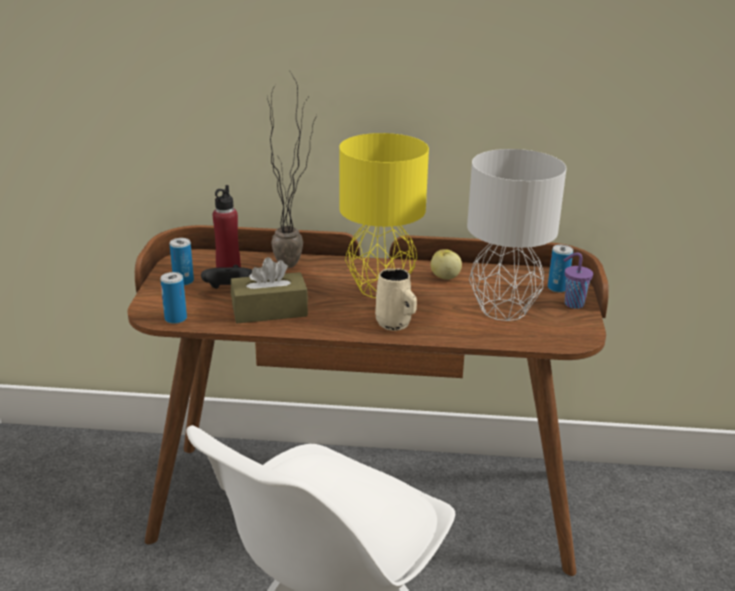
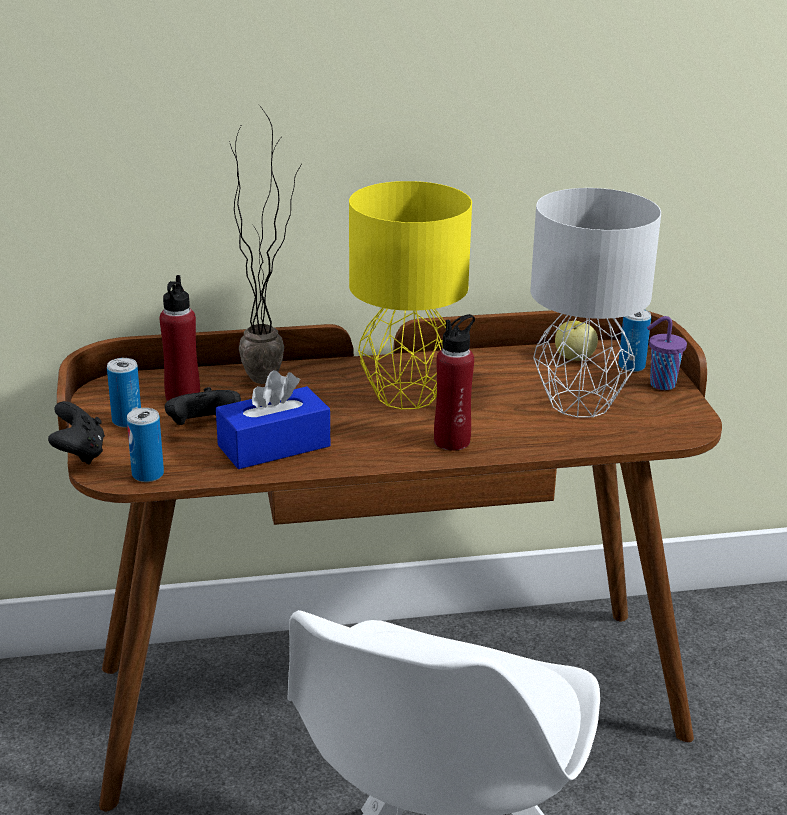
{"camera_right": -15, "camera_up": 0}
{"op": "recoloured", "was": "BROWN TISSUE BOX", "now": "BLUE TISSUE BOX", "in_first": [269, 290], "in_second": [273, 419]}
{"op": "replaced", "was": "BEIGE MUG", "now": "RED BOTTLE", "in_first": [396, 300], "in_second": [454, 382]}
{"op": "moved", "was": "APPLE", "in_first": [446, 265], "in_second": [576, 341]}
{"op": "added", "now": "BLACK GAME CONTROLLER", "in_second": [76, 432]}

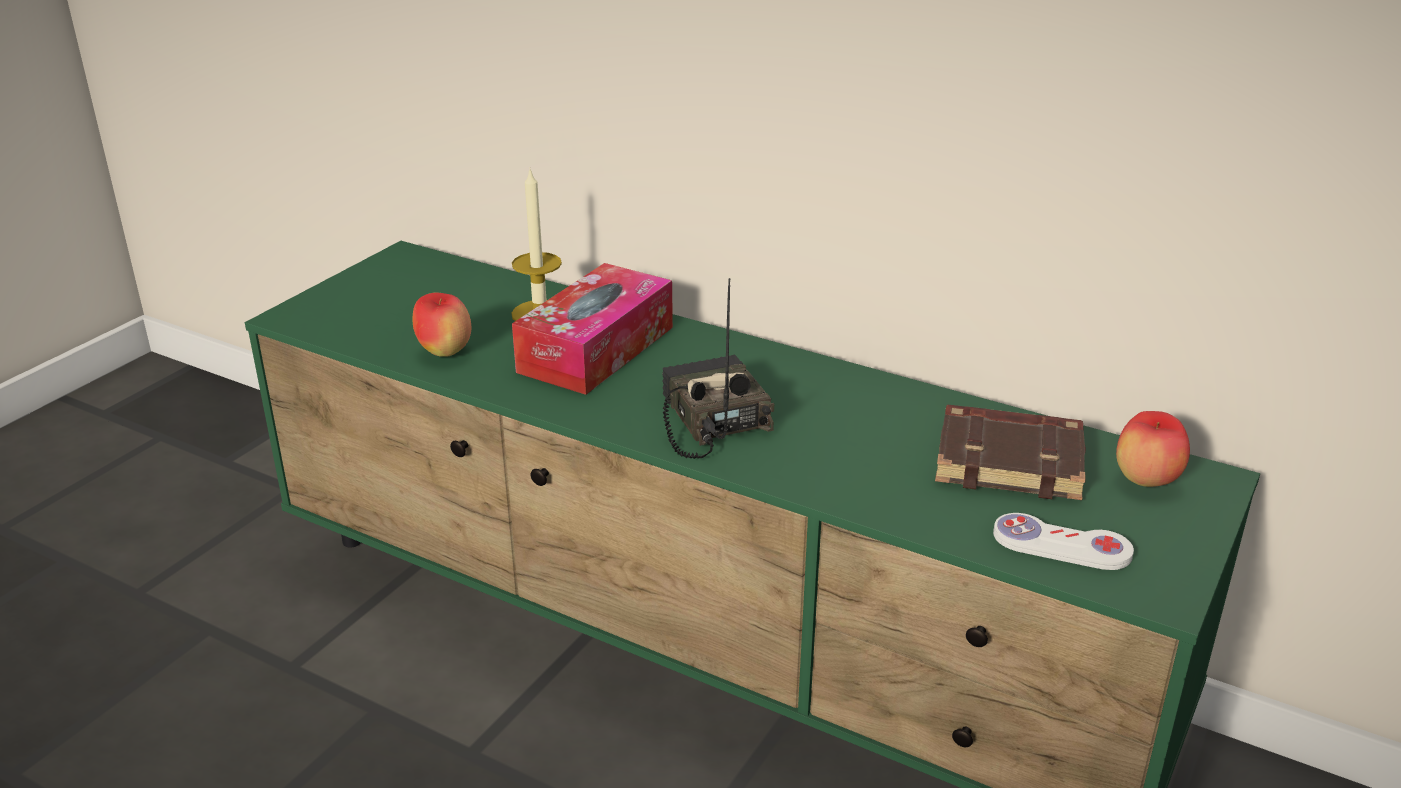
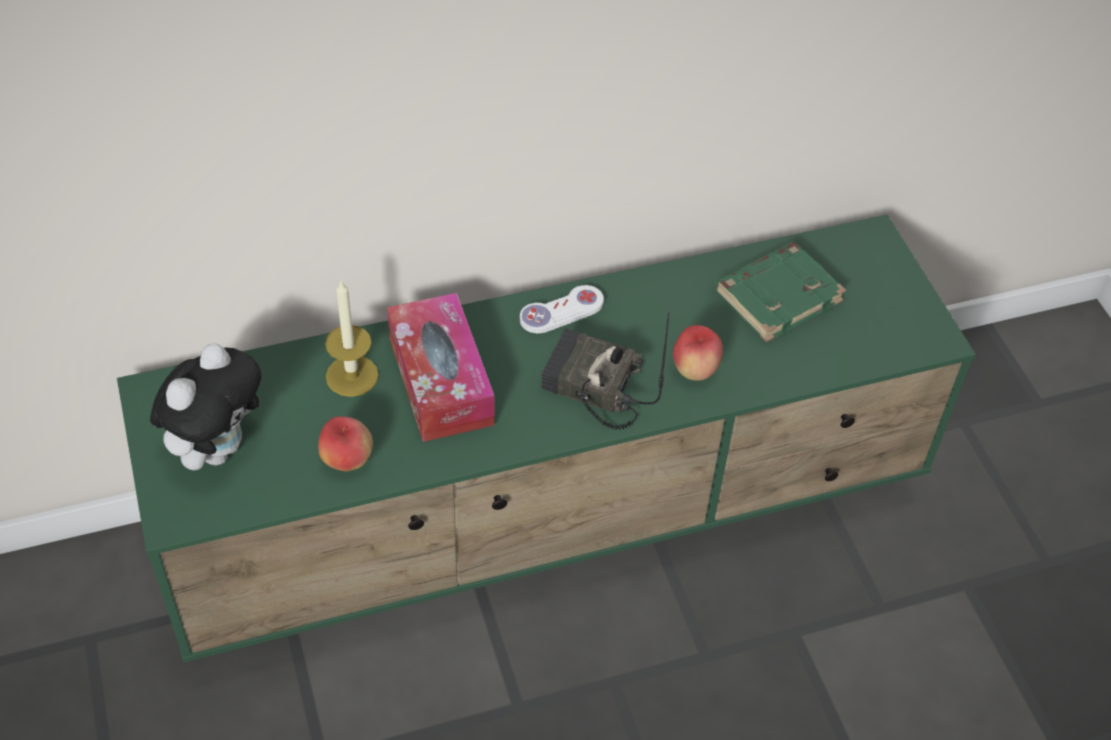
{"camera_right": -50, "camera_up": 20}
{"op": "recoloured", "was": "BROWN BOOK", "now": "GREEN BOOK", "in_first": [1010, 452], "in_second": [780, 292]}
{"op": "moved", "was": "WHITE GAME CONTROLLER", "in_first": [1063, 541], "in_second": [562, 309]}
{"op": "moved", "was": "APPLE", "in_first": [1153, 449], "in_second": [698, 353]}
{"op": "added", "now": "PLUSH TOY", "in_second": [205, 406]}

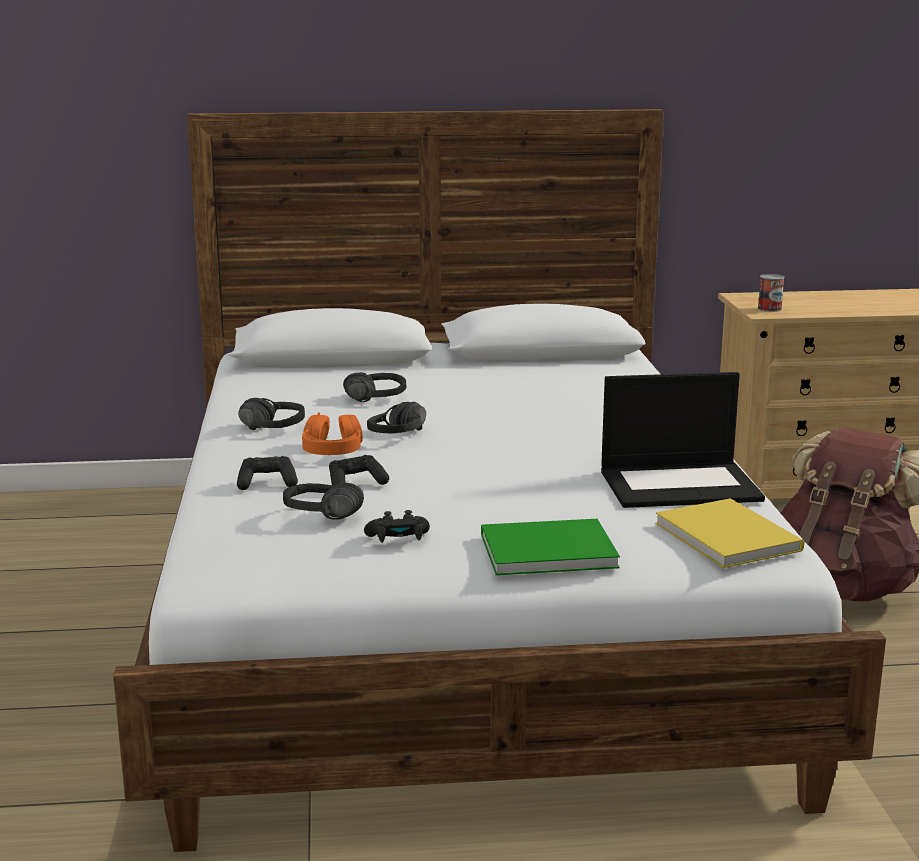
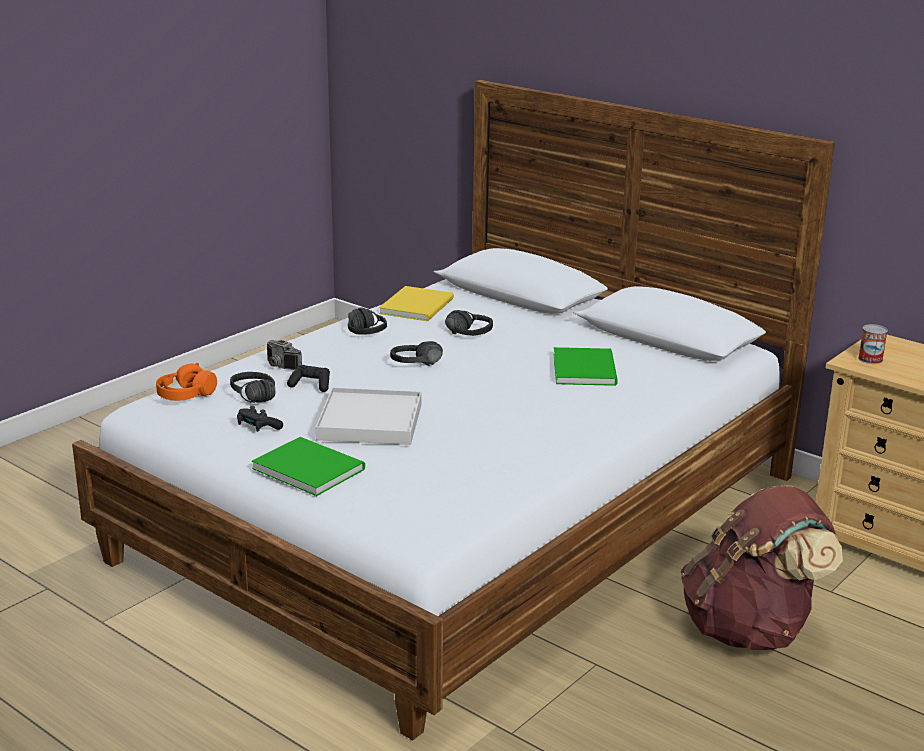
{"camera_right": 45, "camera_up": 5}
{"op": "replaced", "was": "BLACK GAME CONTROLLER", "now": "PHOTO CAMERA", "in_first": [267, 473], "in_second": [284, 355]}
{"op": "moved", "was": "ORANGE HEADPHONES", "in_first": [332, 433], "in_second": [186, 382]}
{"op": "removed", "was": "LAPTOP", "in_first": [683, 440]}
{"op": "moved", "was": "YELLOW BOOK", "in_first": [729, 533], "in_second": [416, 303]}
{"op": "added", "now": "WHITE TRAY", "in_second": [369, 416]}
{"op": "added", "now": "GREEN BOOK", "in_second": [586, 366]}

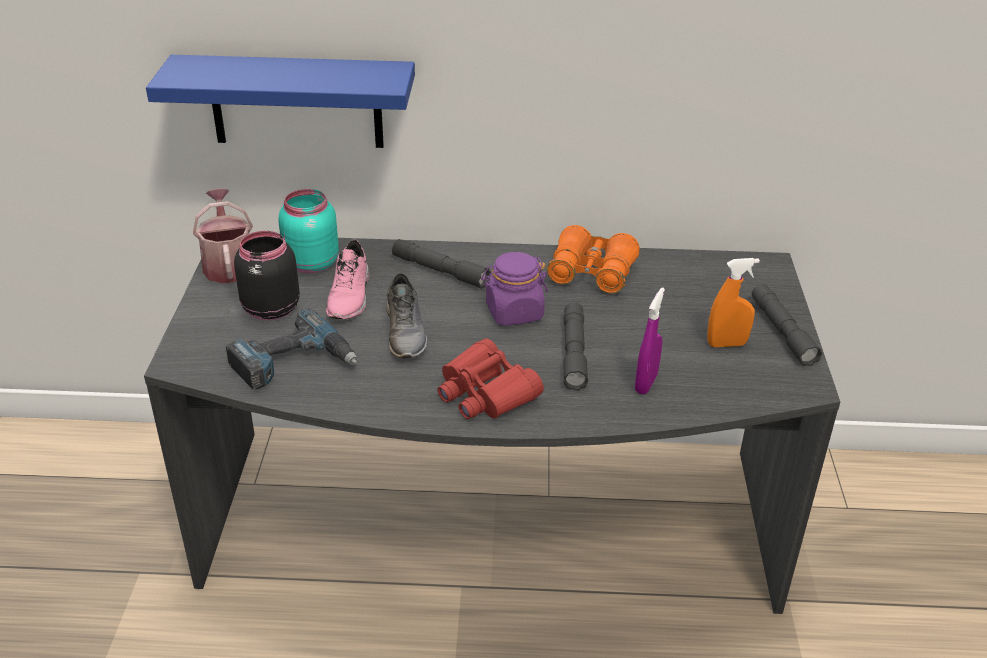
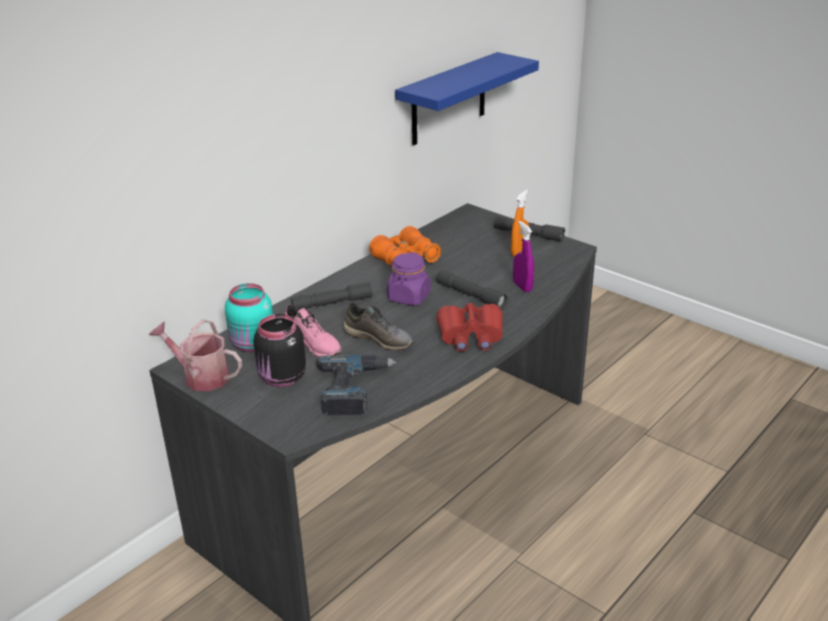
{"camera_right": -50, "camera_up": -5}
{"op": "moved", "was": "BLUE SHELF", "in_first": [280, 101], "in_second": [467, 98]}

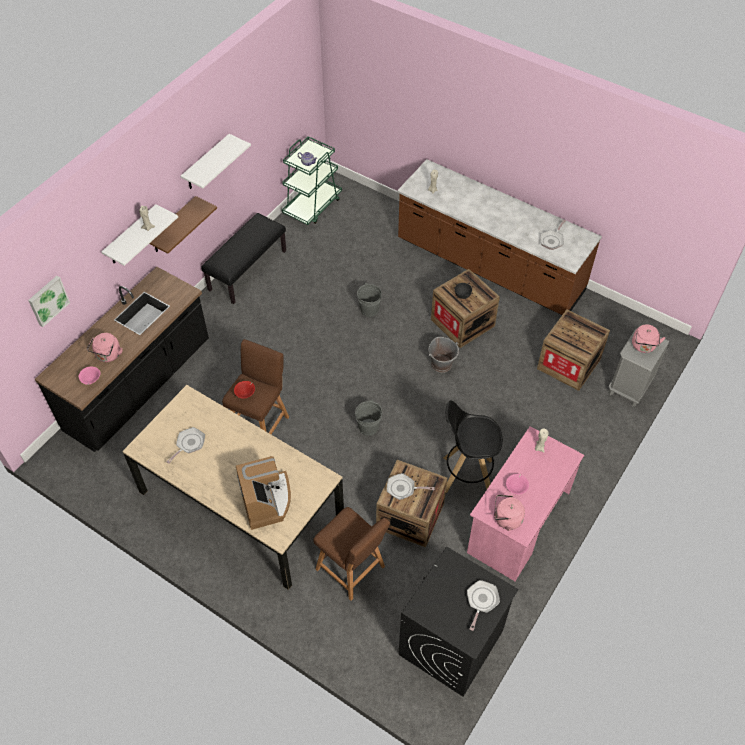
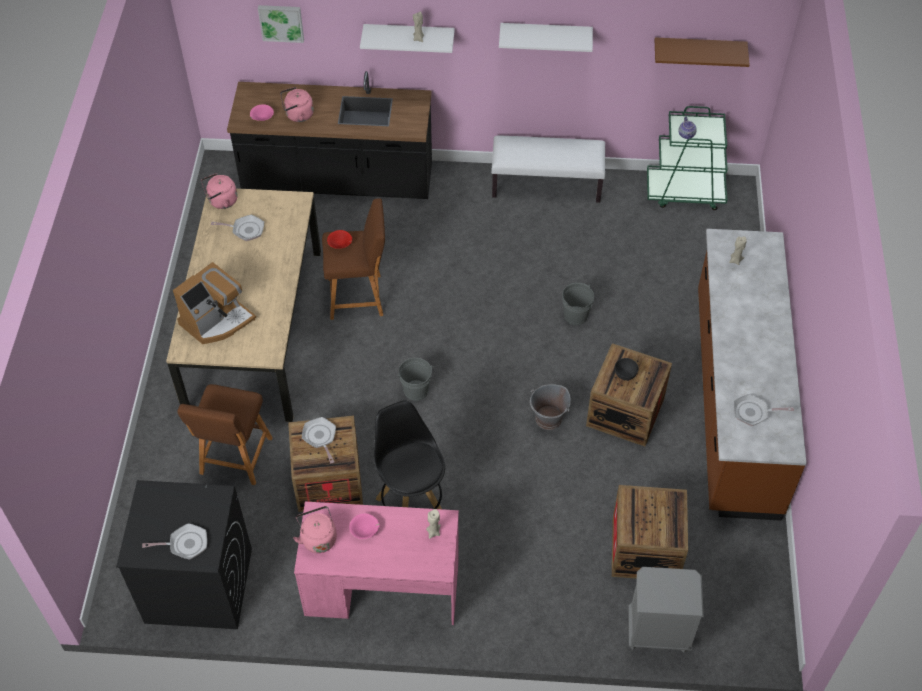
{"camera_right": 60, "camera_up": 0}
{"op": "moved", "was": "BROWN SHELF", "in_first": [183, 225], "in_second": [702, 52]}
{"op": "recoloured", "was": "BLACK BENCH", "now": "WHITE BENCH", "in_first": [243, 258], "in_second": [548, 169]}
{"op": "moved", "was": "PINK KETTLE", "in_first": [648, 338], "in_second": [219, 191]}

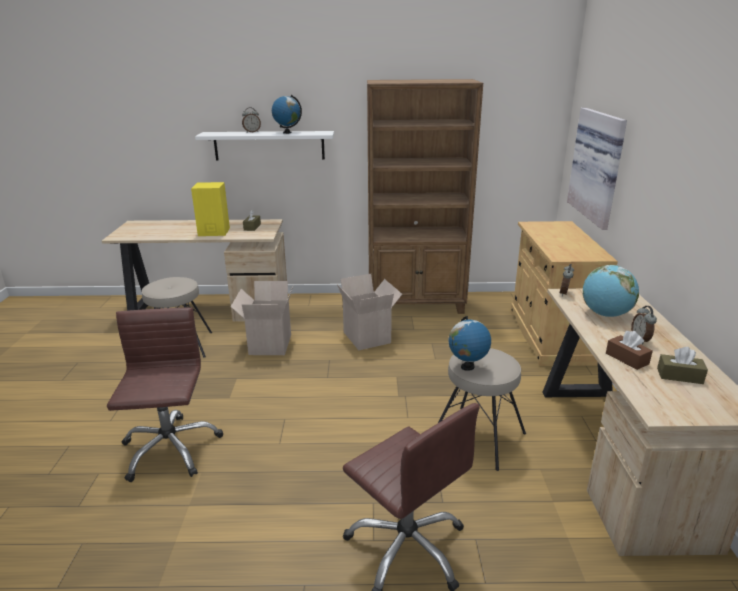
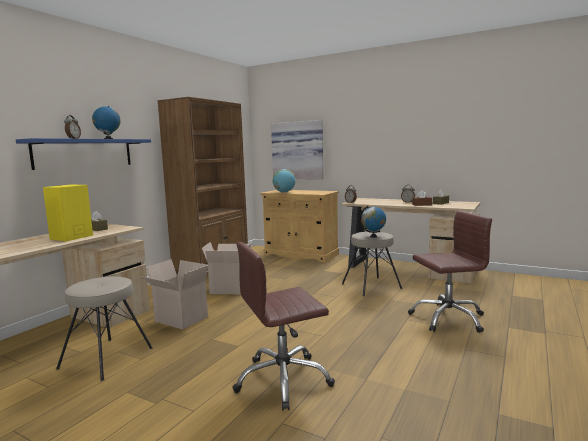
{"camera_right": -60, "camera_up": -15}
{"op": "turned", "was": "BROWN OFFICE CHAIR", "in_first": [165, 394], "in_second": [283, 326], "clockwise": -45}
{"op": "recoloured", "was": "WHITE SHELF", "now": "BLUE SHELF", "in_first": [264, 146], "in_second": [83, 154]}
{"op": "moved", "was": "GLOBE", "in_first": [610, 291], "in_second": [283, 181]}

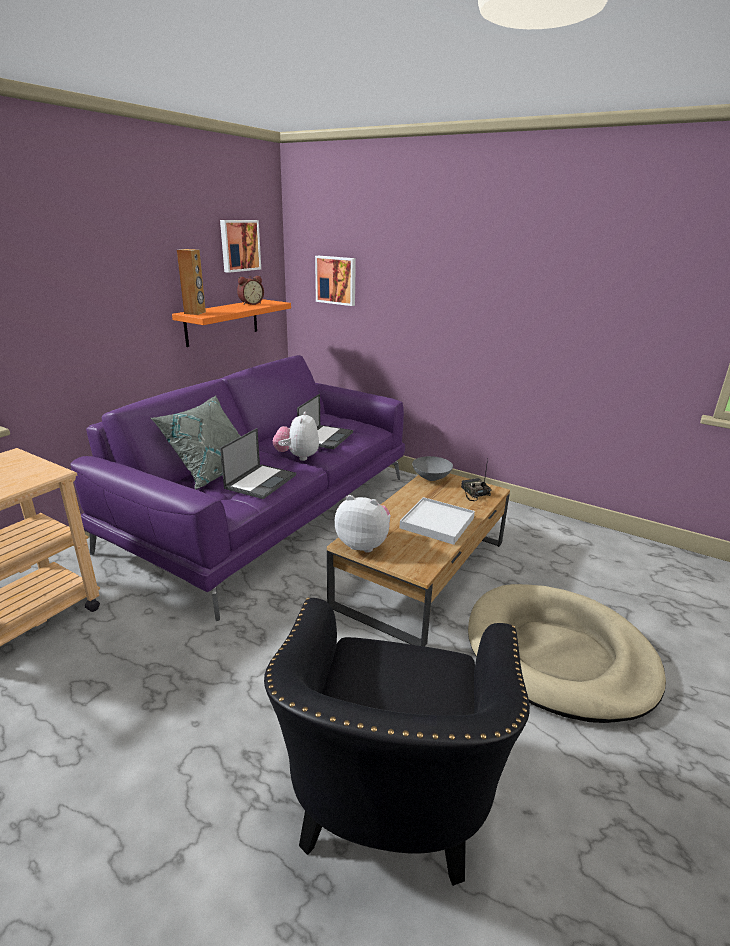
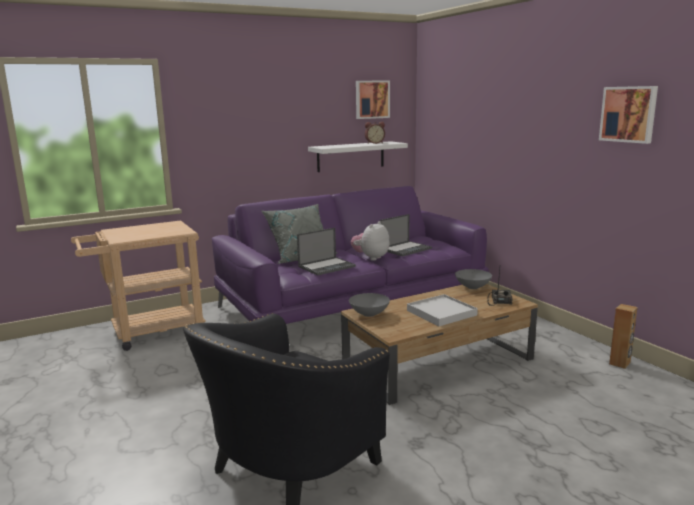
{"camera_right": 30, "camera_up": -10}
{"op": "recoloured", "was": "ORANGE SHELF", "now": "WHITE SHELF", "in_first": [231, 323], "in_second": [358, 156]}
{"op": "moved", "was": "BROWN SPEAKER", "in_first": [191, 282], "in_second": [623, 336]}
{"op": "moved", "was": "PICTURE", "in_first": [335, 281], "in_second": [628, 115]}
{"op": "replaced", "was": "PLUSH TOY", "now": "GREY BOWL", "in_first": [363, 524], "in_second": [369, 305]}
{"op": "removed", "was": "BEIGE DOG BED", "in_first": [567, 653]}

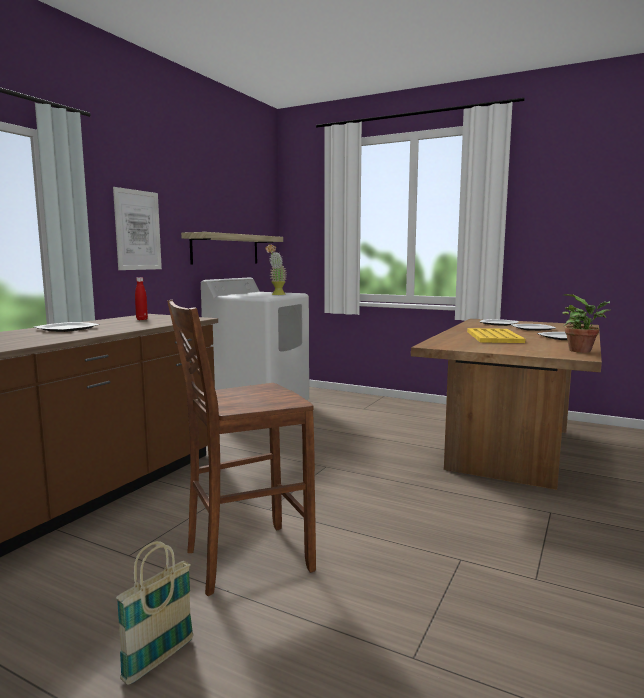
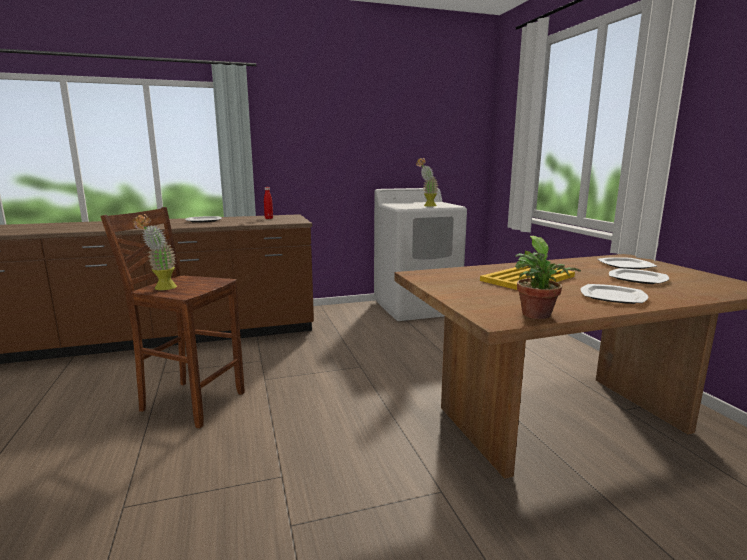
{"camera_right": 45, "camera_up": 5}
{"op": "removed", "was": "PICTURE", "in_first": [137, 228]}
{"op": "removed", "was": "BASKET", "in_first": [154, 613]}
{"op": "removed", "was": "SHELF", "in_first": [232, 248]}
{"op": "added", "now": "POTTED PLANT", "in_second": [155, 252]}

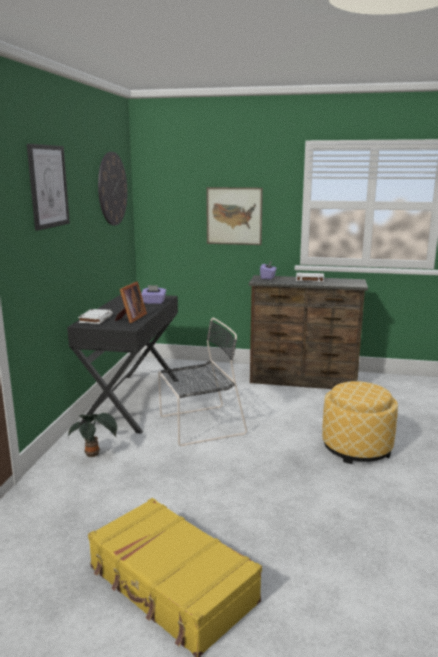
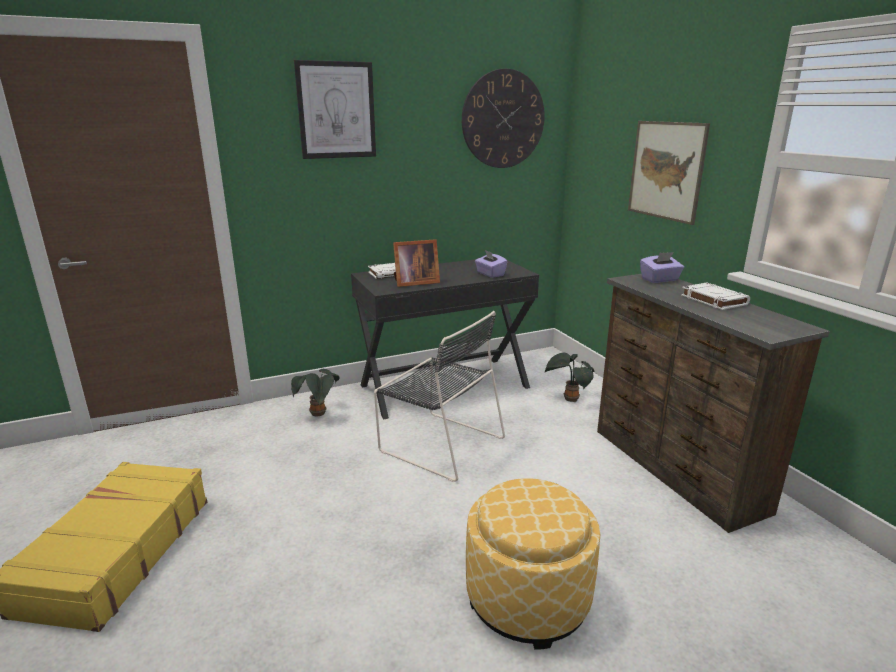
{"camera_right": 55, "camera_up": 5}
{"op": "added", "now": "POTTED PLANT", "in_second": [569, 377]}

